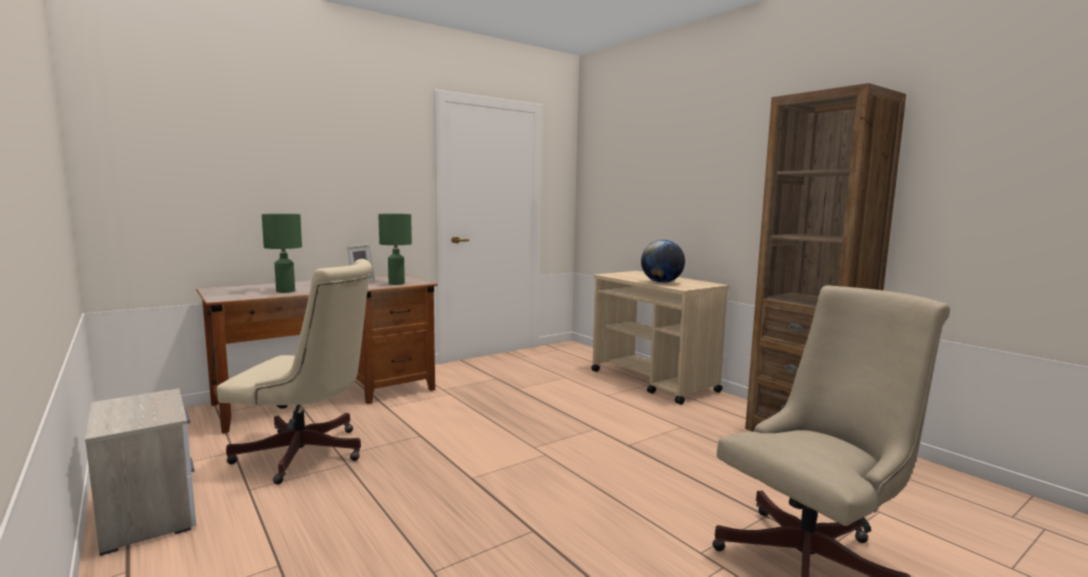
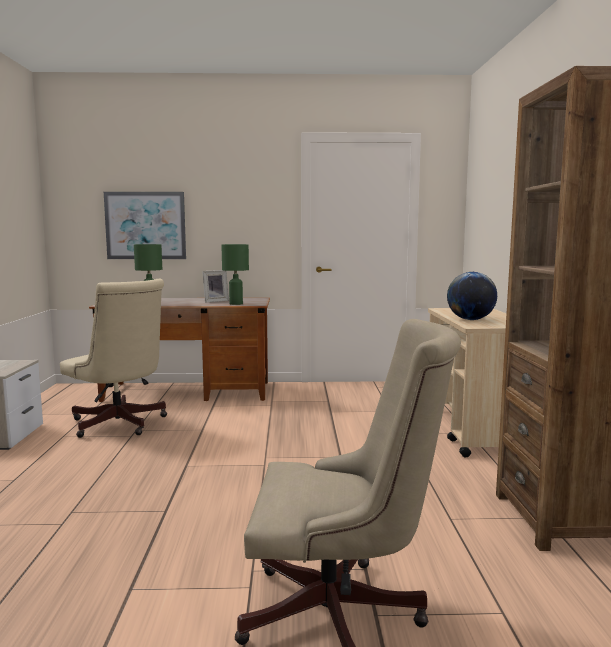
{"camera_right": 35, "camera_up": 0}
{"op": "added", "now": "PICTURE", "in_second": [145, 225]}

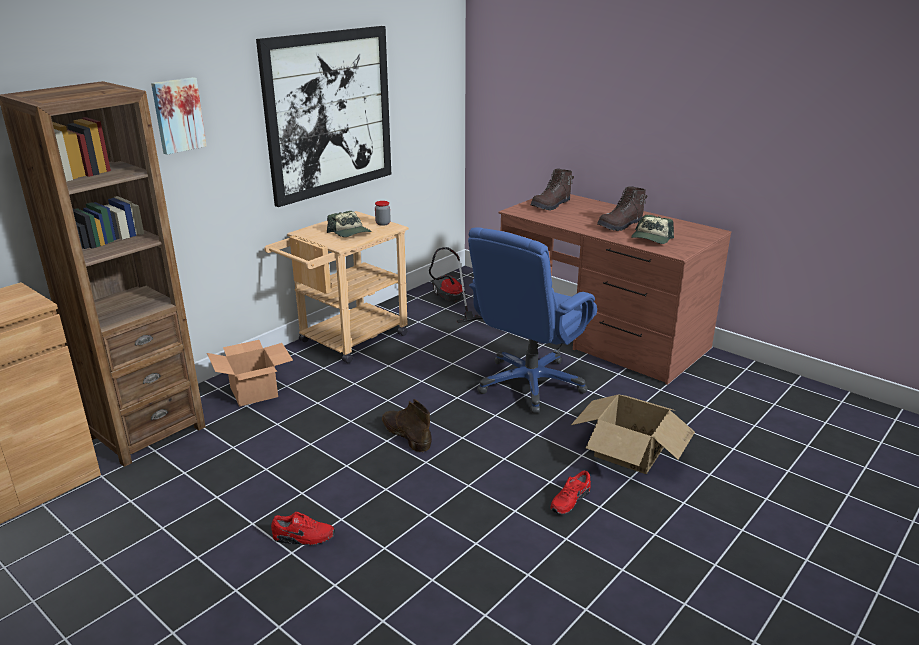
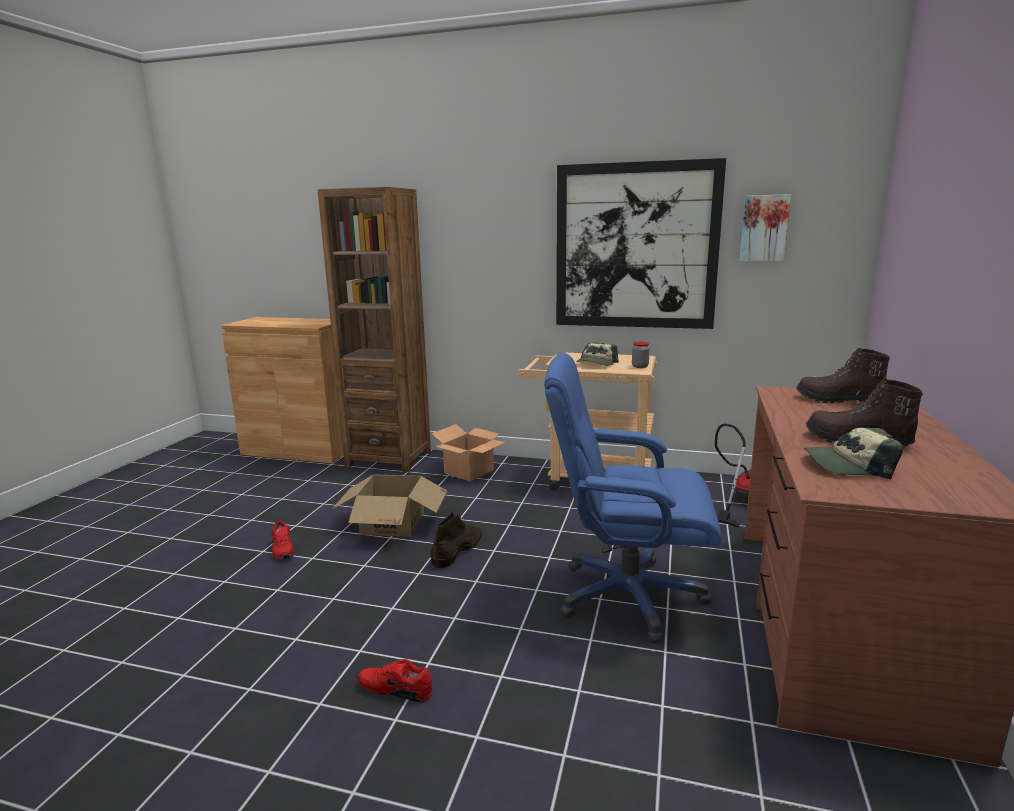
{"camera_right": 65, "camera_up": -10}
{"op": "moved", "was": "PICTURE", "in_first": [179, 116], "in_second": [765, 227]}
{"op": "moved", "was": "CARDBOARD BOX", "in_first": [633, 434], "in_second": [389, 506]}

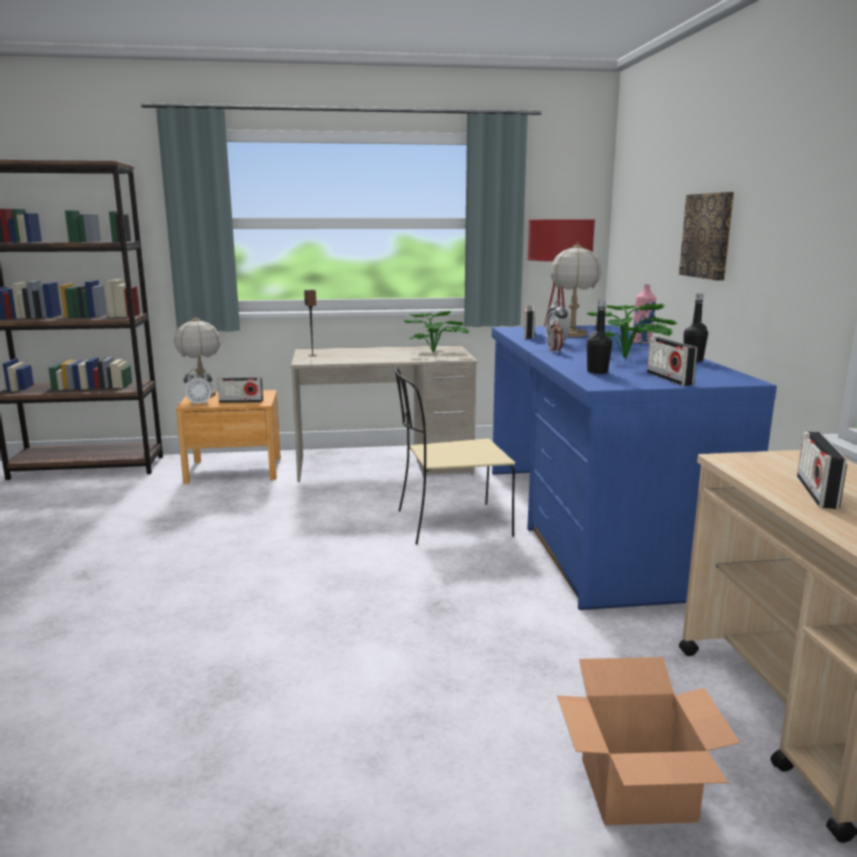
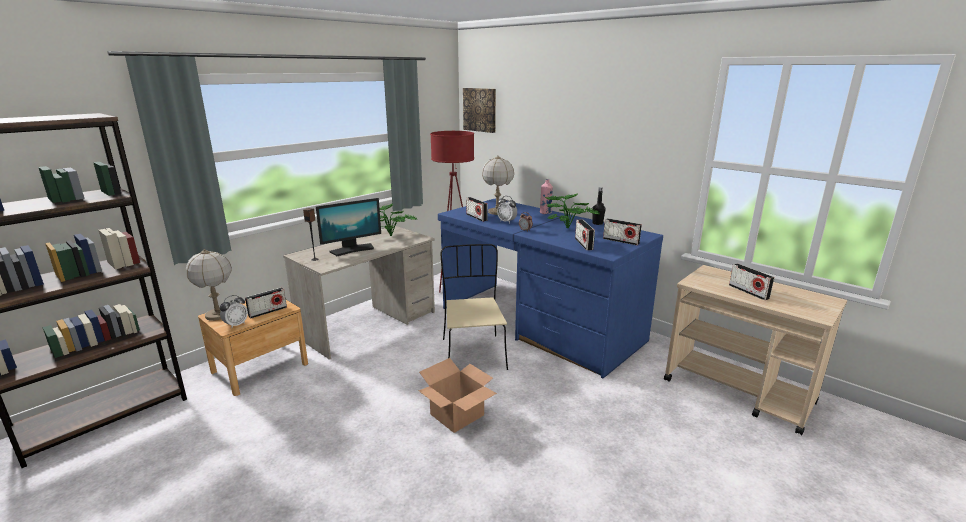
{"camera_right": -40, "camera_up": 5}
{"op": "turned", "was": "BEIGE CHAIR", "in_first": [454, 456], "in_second": [474, 307], "clockwise": 135}
{"op": "moved", "was": "CARDBOARD BOX", "in_first": [648, 741], "in_second": [457, 395]}
{"op": "replaced", "was": "BLACK BOTTLE", "now": "RADIO", "in_first": [599, 337], "in_second": [585, 234]}
{"op": "moved", "was": "PICTURE", "in_first": [706, 236], "in_second": [479, 110]}
{"op": "added", "now": "MONITOR", "in_second": [348, 227]}

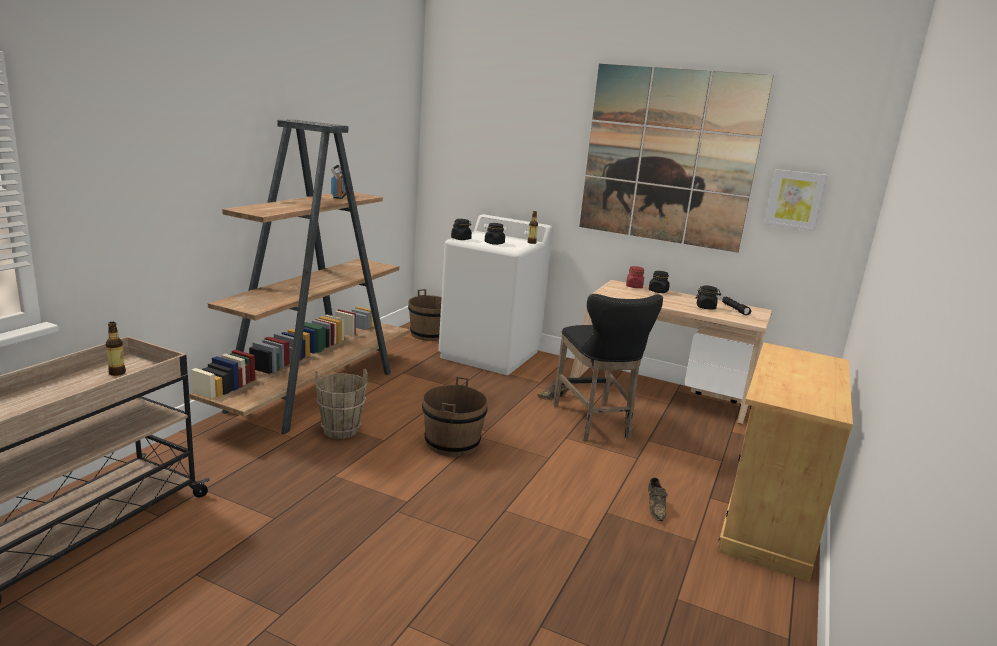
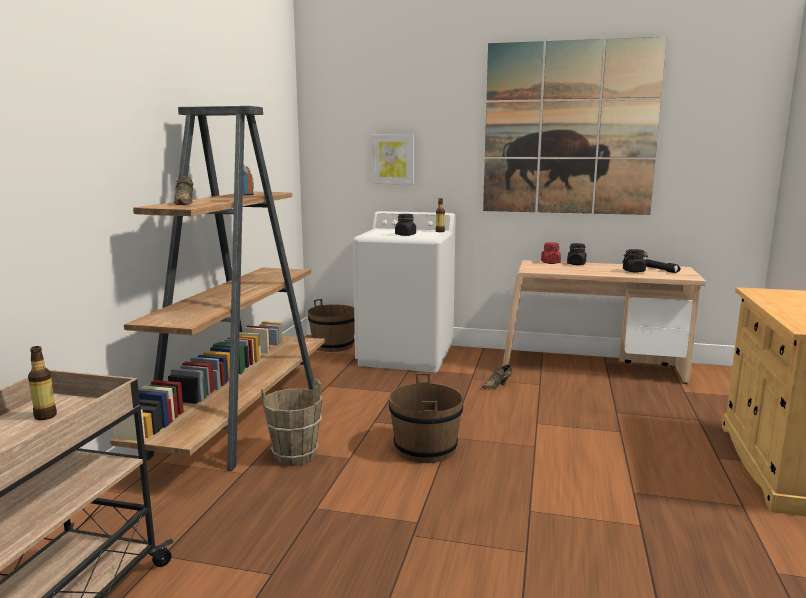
{"camera_right": -10, "camera_up": -5}
{"op": "removed", "was": "BLACK JAR", "in_first": [461, 229]}
{"op": "removed", "was": "BLACK STOOL", "in_first": [608, 367]}
{"op": "moved", "was": "BROWN SHOE", "in_first": [658, 499], "in_second": [184, 190]}
{"op": "moved", "was": "PICTURE", "in_first": [796, 200], "in_second": [393, 159]}

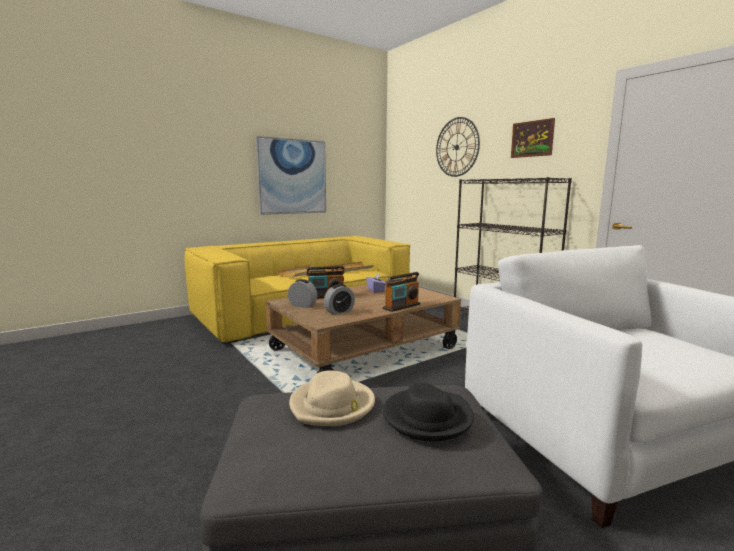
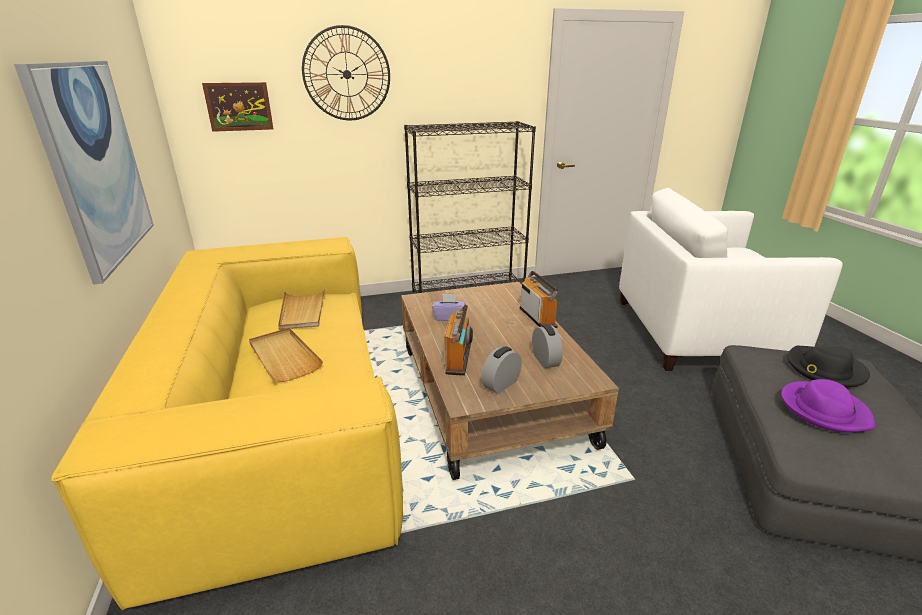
{"camera_right": -70, "camera_up": 15}
{"op": "recoloured", "was": "BEIGE HAT", "now": "PURPLE HAT", "in_first": [332, 398], "in_second": [828, 406]}
{"op": "moved", "was": "PICTURE", "in_first": [533, 138], "in_second": [238, 107]}

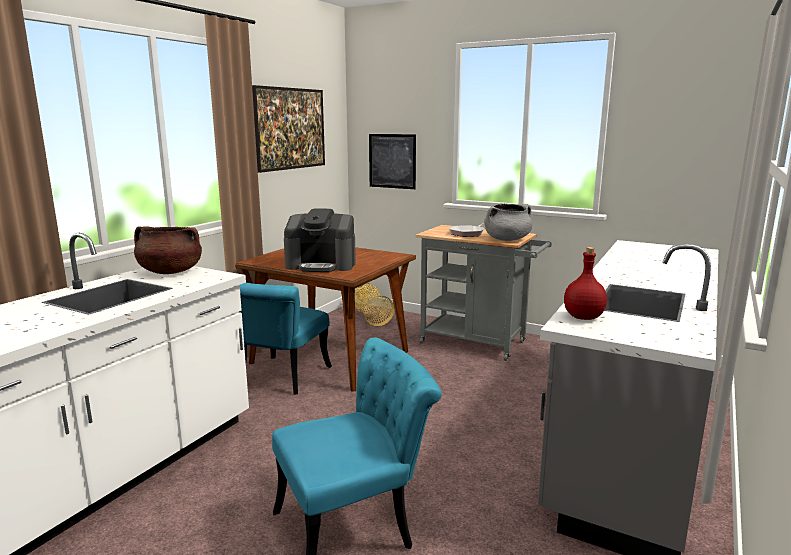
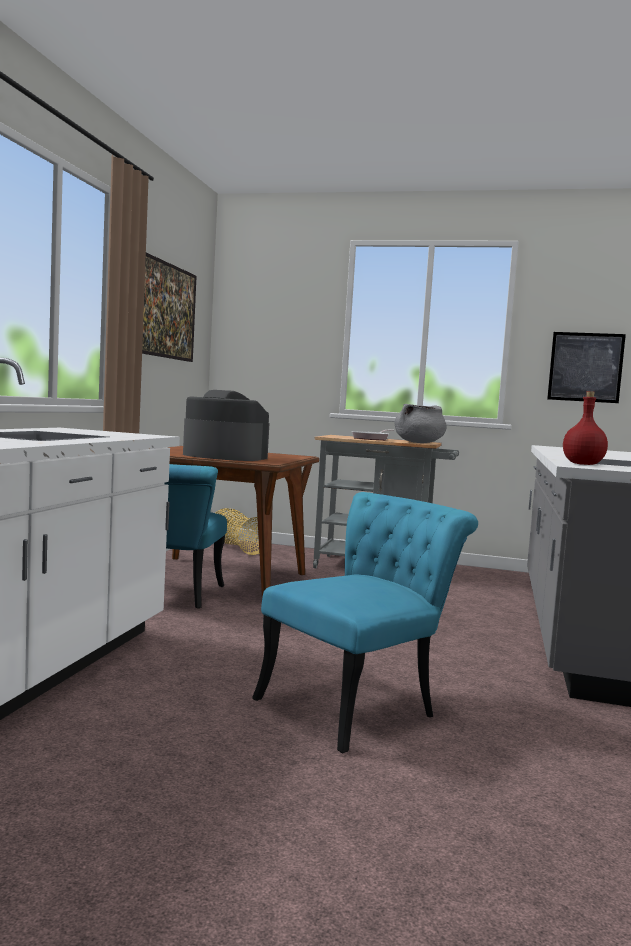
{"camera_right": -15, "camera_up": -10}
{"op": "removed", "was": "BROWN COOKING POT", "in_first": [168, 250]}
{"op": "turned", "was": "COFFEE MACHINE", "in_first": [320, 240], "in_second": [226, 425], "clockwise": -150}
{"op": "moved", "was": "PICTURE", "in_first": [392, 161], "in_second": [586, 367]}

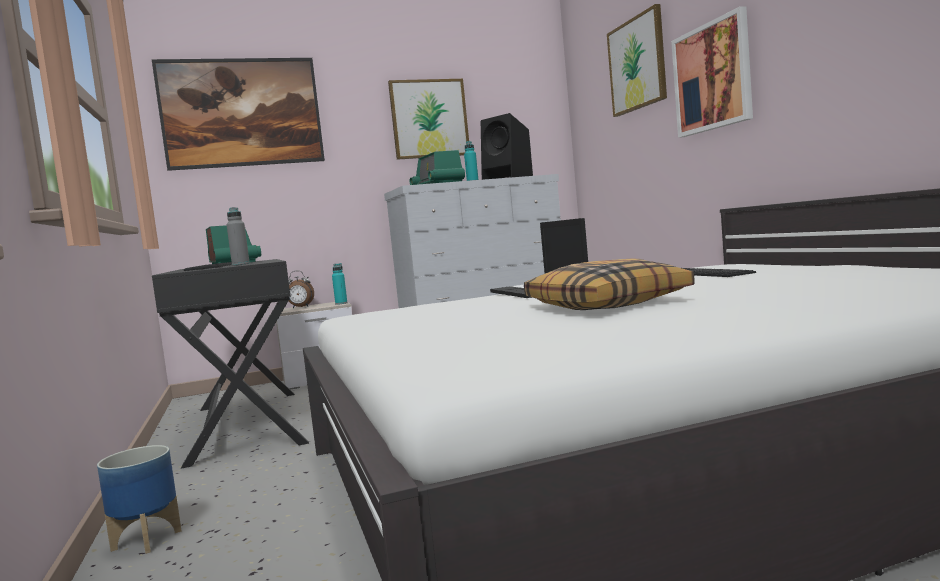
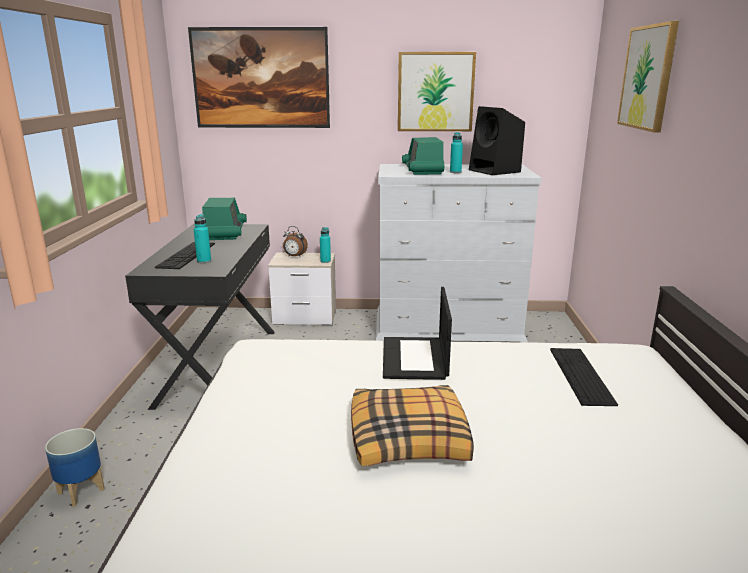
{"camera_right": 20, "camera_up": 15}
{"op": "recoloured", "was": "GREY BOTTLE", "now": "TURQUOISE BOTTLE", "in_first": [238, 236], "in_second": [202, 238]}
{"op": "removed", "was": "PICTURE", "in_first": [712, 72]}

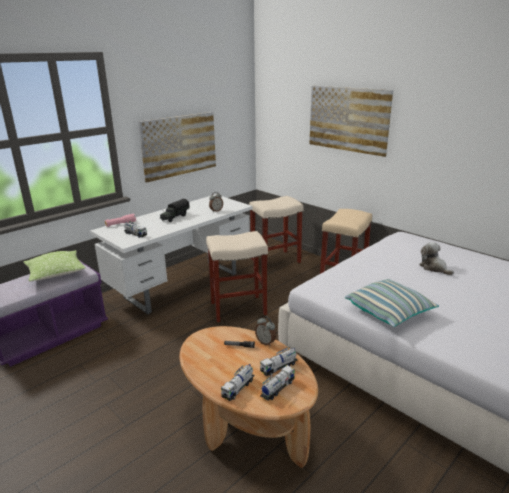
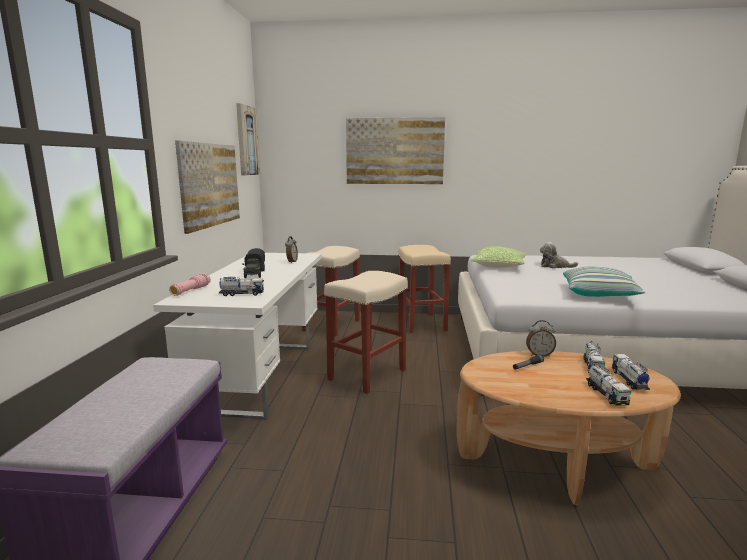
{"camera_right": -40, "camera_up": -10}
{"op": "moved", "was": "PILLOW", "in_first": [54, 265], "in_second": [498, 257]}
{"op": "added", "now": "PICTURE", "in_second": [248, 139]}

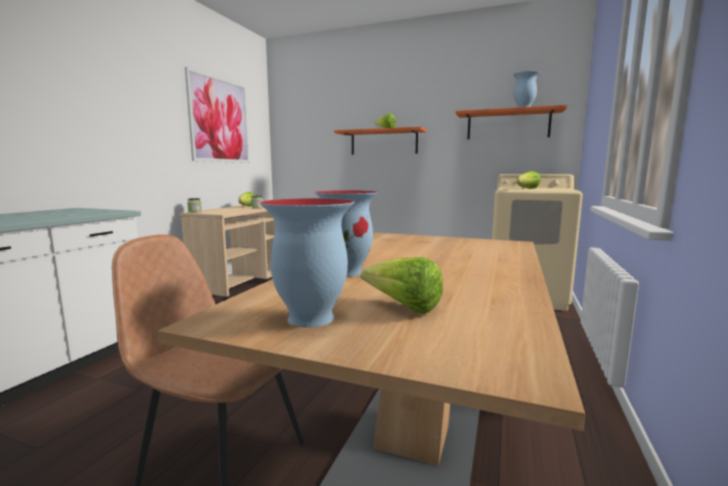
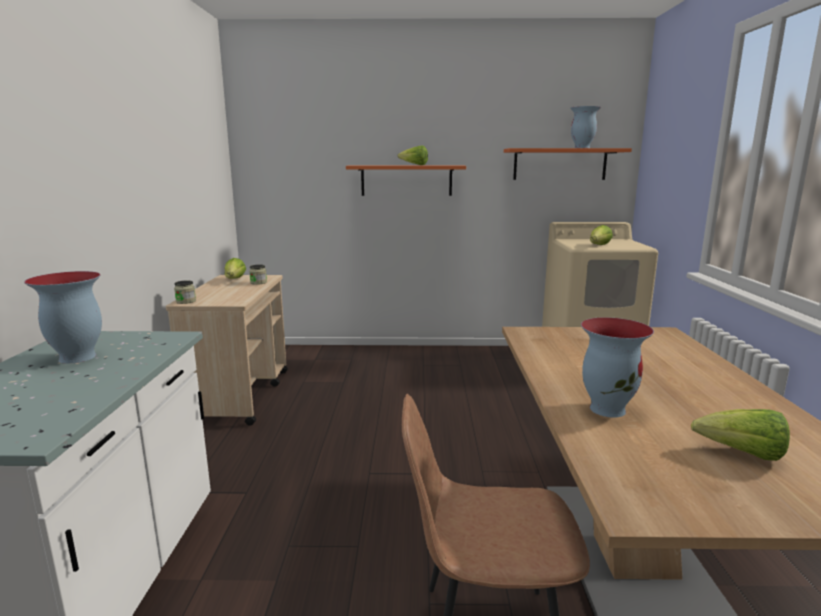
{"camera_right": -20, "camera_up": 5}
{"op": "removed", "was": "PICTURE", "in_first": [217, 115]}
{"op": "moved", "was": "VASE", "in_first": [307, 263], "in_second": [63, 317]}

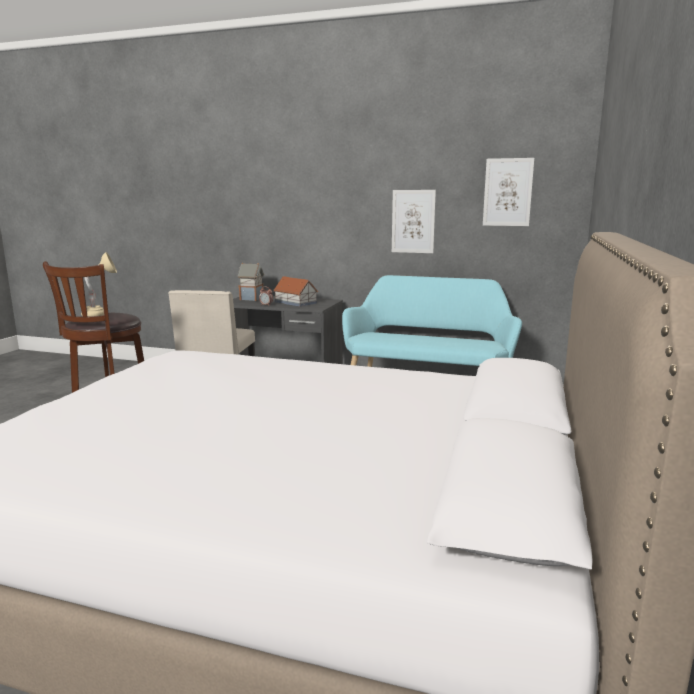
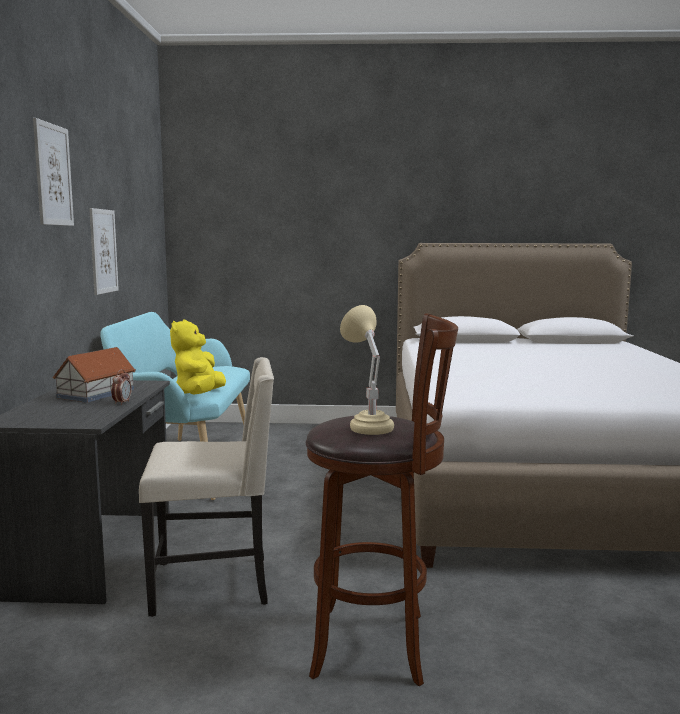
{"camera_right": -105, "camera_up": -5}
{"op": "removed", "was": "TOY HOUSE", "in_first": [251, 282]}
{"op": "moved", "was": "PICTURE", "in_first": [508, 192], "in_second": [53, 172]}
{"op": "added", "now": "YELLOW PLUSH TOY", "in_second": [198, 357]}

